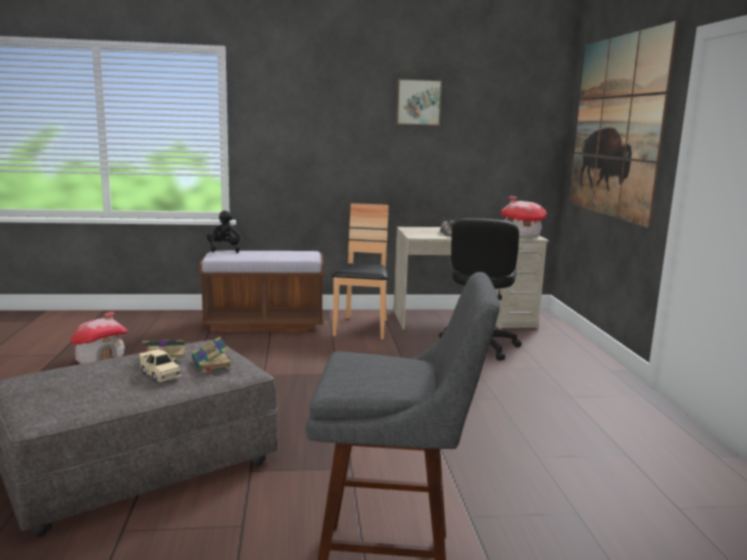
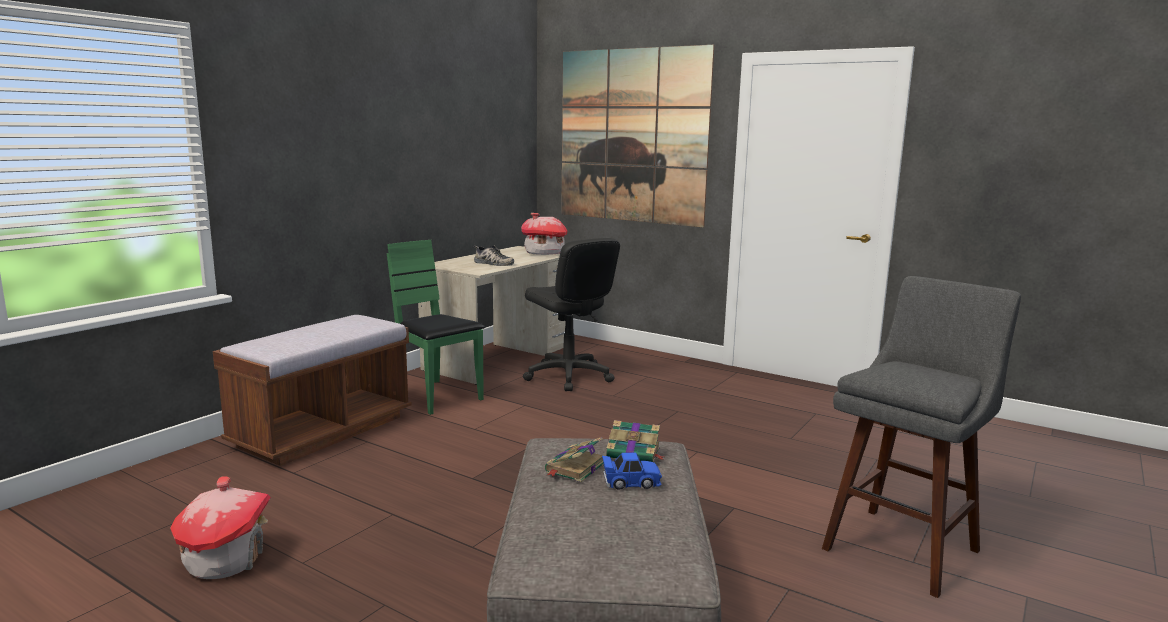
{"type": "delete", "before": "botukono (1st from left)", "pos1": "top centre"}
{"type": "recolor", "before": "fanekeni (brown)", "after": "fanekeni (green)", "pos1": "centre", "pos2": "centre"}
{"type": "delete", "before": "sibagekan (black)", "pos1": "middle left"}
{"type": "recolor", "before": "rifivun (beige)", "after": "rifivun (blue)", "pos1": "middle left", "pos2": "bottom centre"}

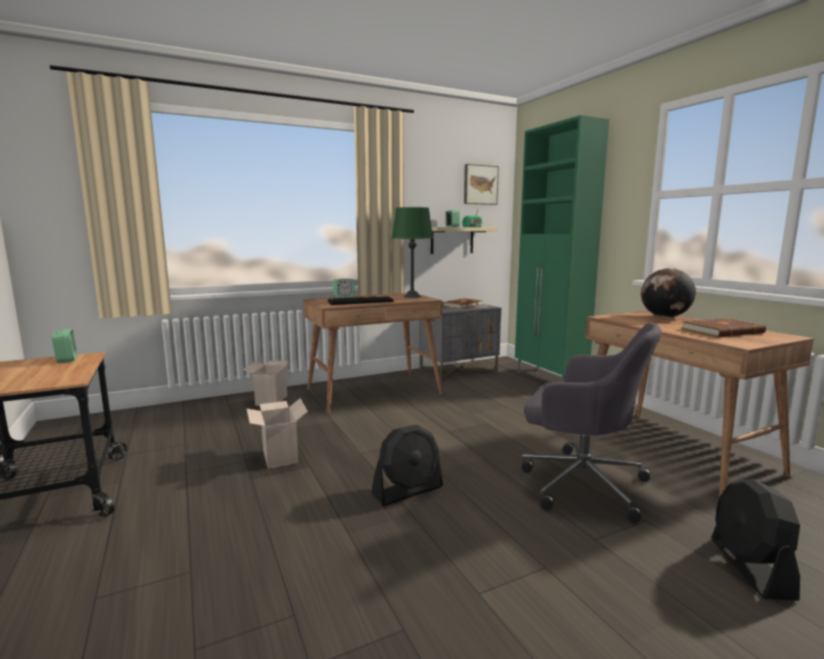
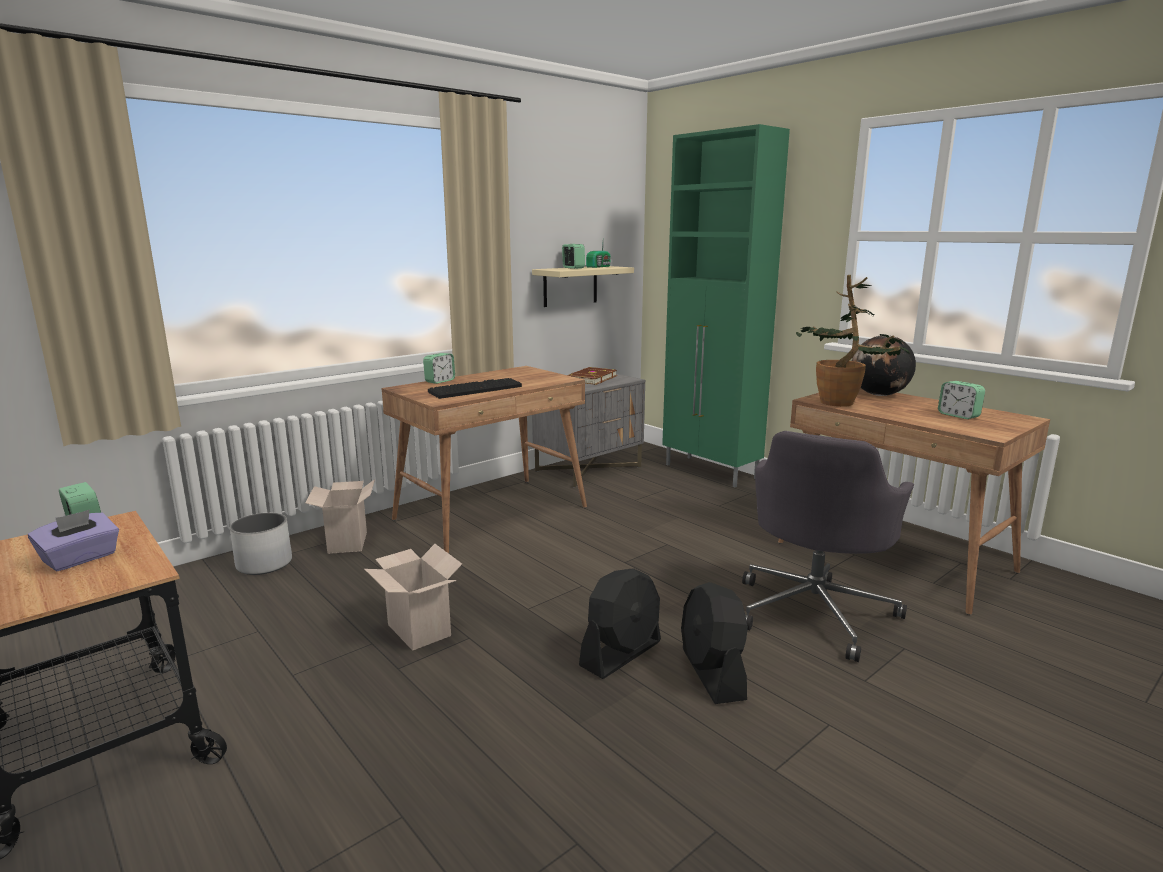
{"type": "delete", "before": "botukono", "pos1": "top centre"}
{"type": "delete", "before": "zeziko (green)", "pos1": "centre"}
{"type": "replace", "before": "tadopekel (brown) (2nd from left)", "after": "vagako (4th from left)", "pos1": "middle right", "pos2": "middle right"}
{"type": "rotate", "before": "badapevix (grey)", "pos1": "middle right", "pos2": "middle right", "turn": 105}
{"type": "move", "before": "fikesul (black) (2nd from left)", "pos1": "bottom right", "pos2": "bottom centre"}
{"type": "insert", "after": "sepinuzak", "pos2": "middle right"}
{"type": "insert", "after": "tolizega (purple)", "pos2": "middle left"}
{"type": "insert", "after": "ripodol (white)", "pos2": "middle left"}

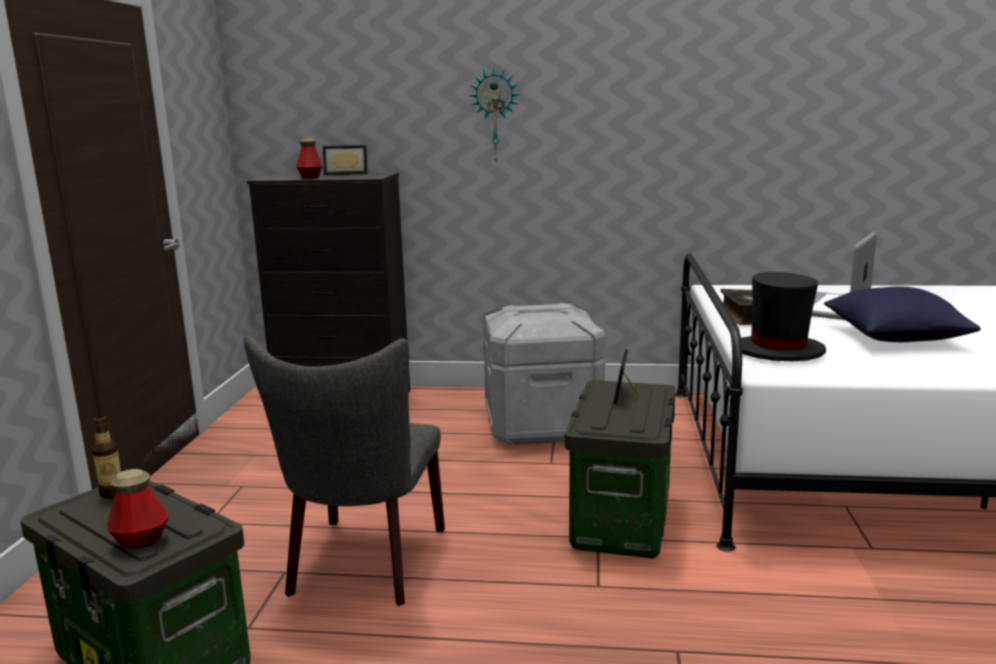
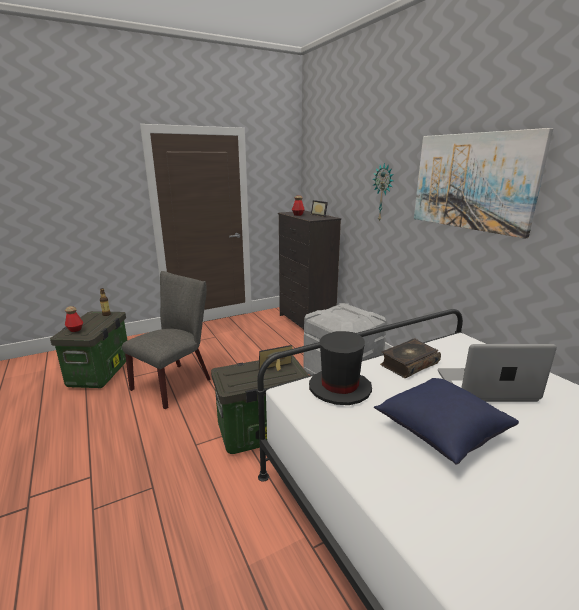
{"type": "rotate", "before": "fanekeni (grey)", "pos1": "bottom centre", "pos2": "middle left", "turn": 150}
{"type": "insert", "after": "botukono", "pos2": "top right"}

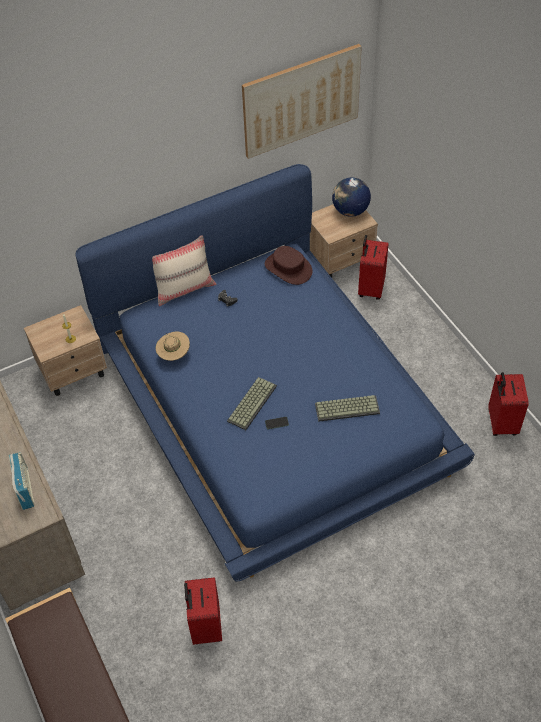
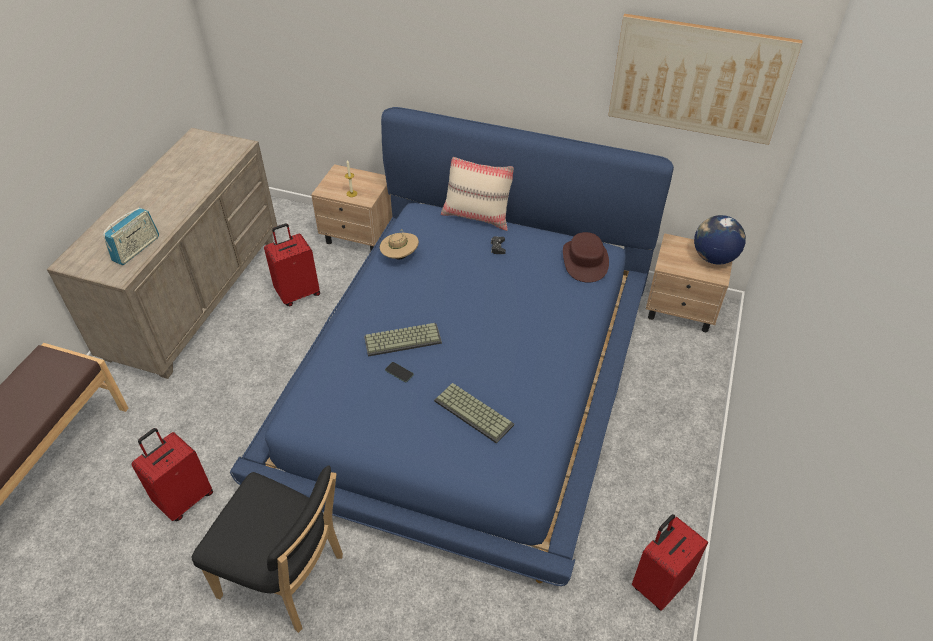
{"type": "move", "before": "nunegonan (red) (2nd from left)", "pos1": "middle right", "pos2": "middle left"}
{"type": "insert", "after": "fanekeni (black)", "pos2": "bottom left"}

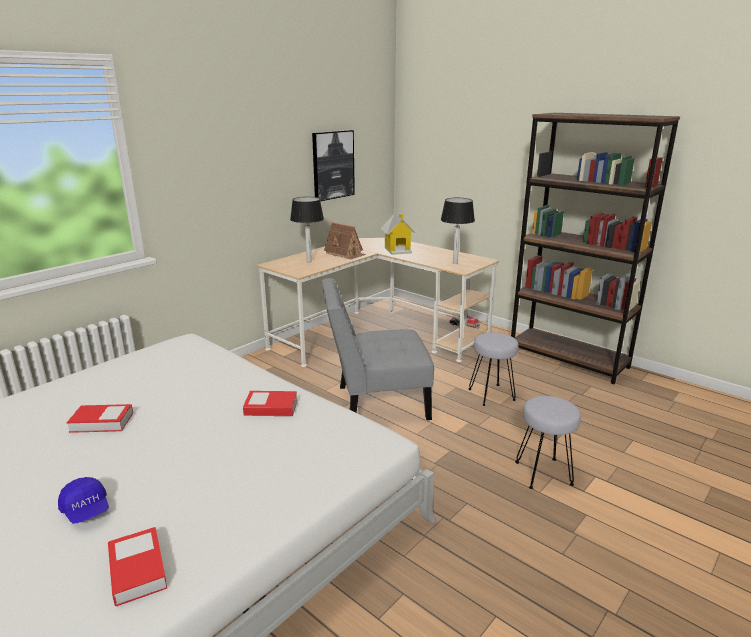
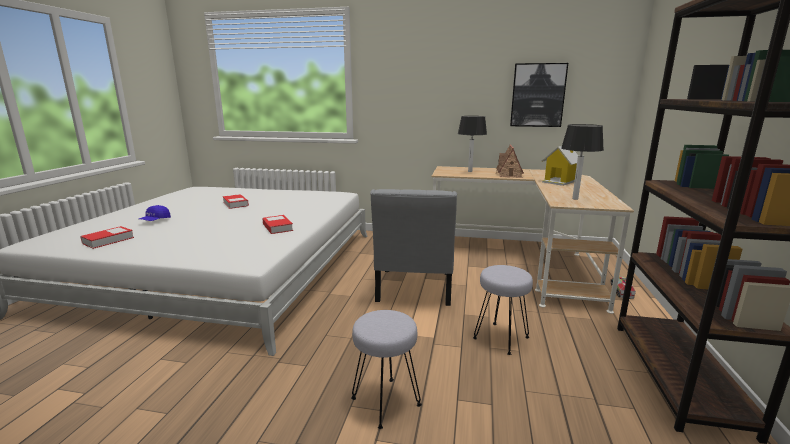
{"type": "rotate", "before": "fanekeni (grey)", "pos1": "centre", "pos2": "centre", "turn": -135}

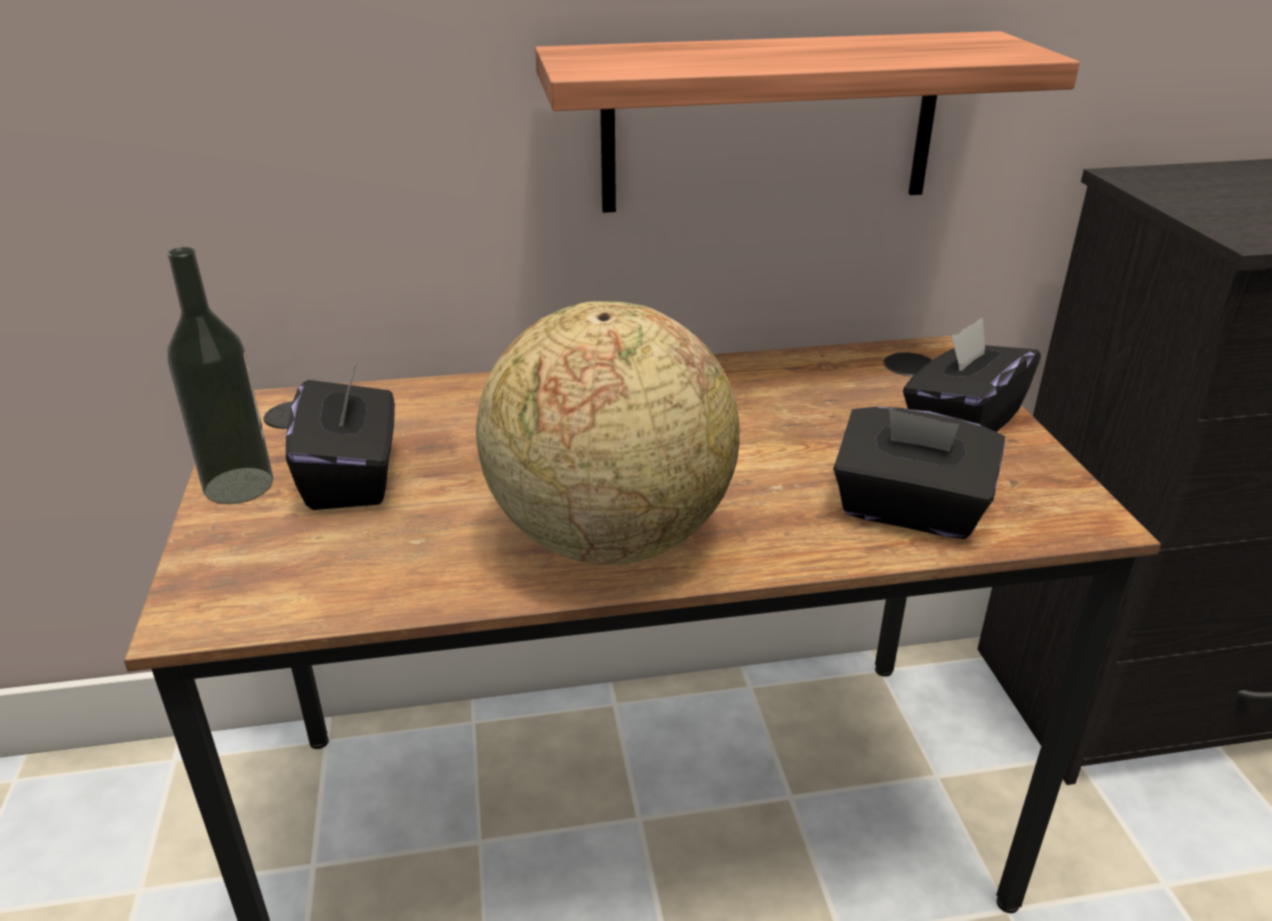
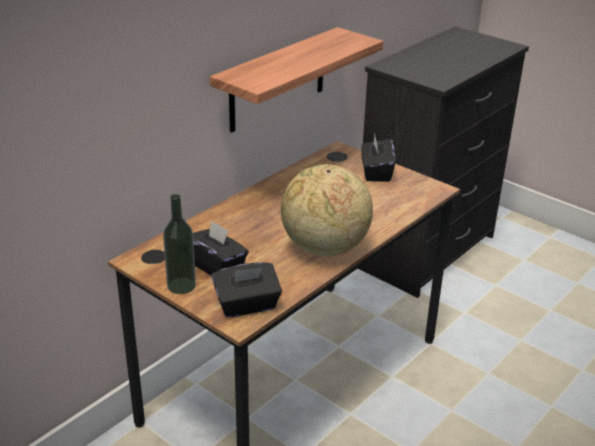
{"type": "move", "before": "tolizega (black) (2nd from left)", "pos1": "middle right", "pos2": "centre"}

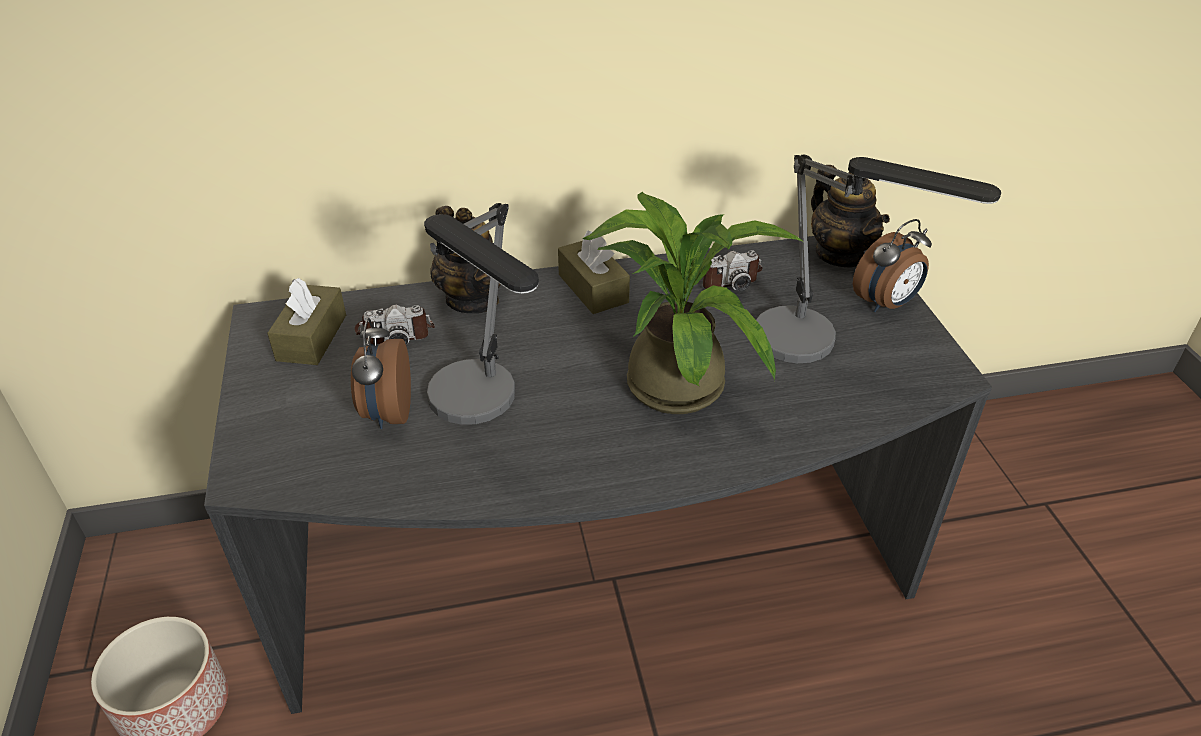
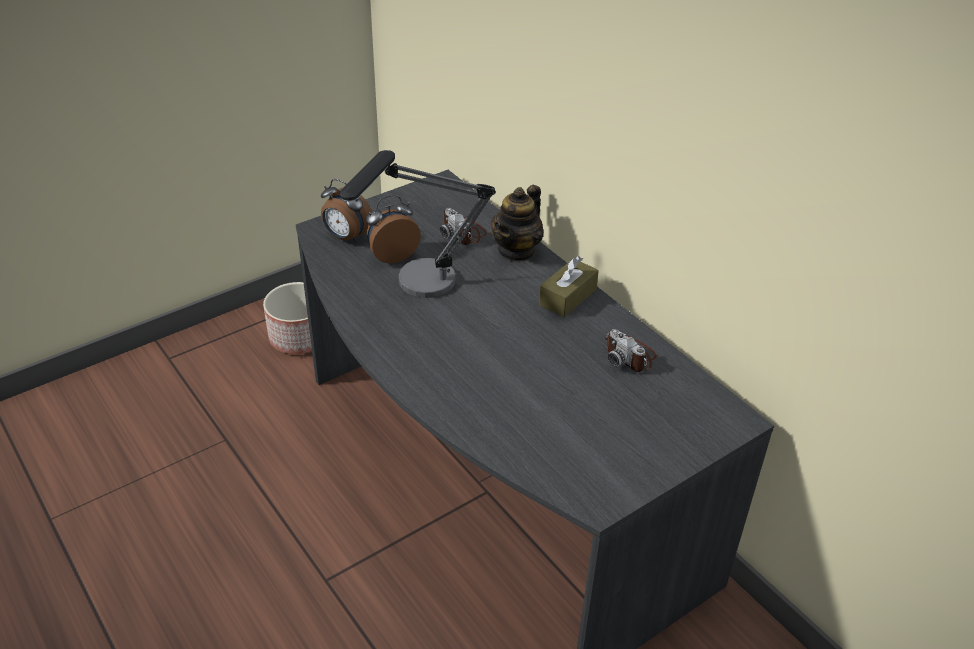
{"type": "delete", "before": "zeziko (2nd from left)", "pos1": "middle right"}
{"type": "delete", "before": "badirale (2nd from left)", "pos1": "top right"}
{"type": "delete", "before": "sepinuzak", "pos1": "centre"}
{"type": "move", "before": "vagako (2nd from left in the first image)", "after": "vagako (1st from left)", "pos1": "middle right", "pos2": "top centre"}
{"type": "delete", "before": "tolizega (brown) (1st from left)", "pos1": "middle left"}

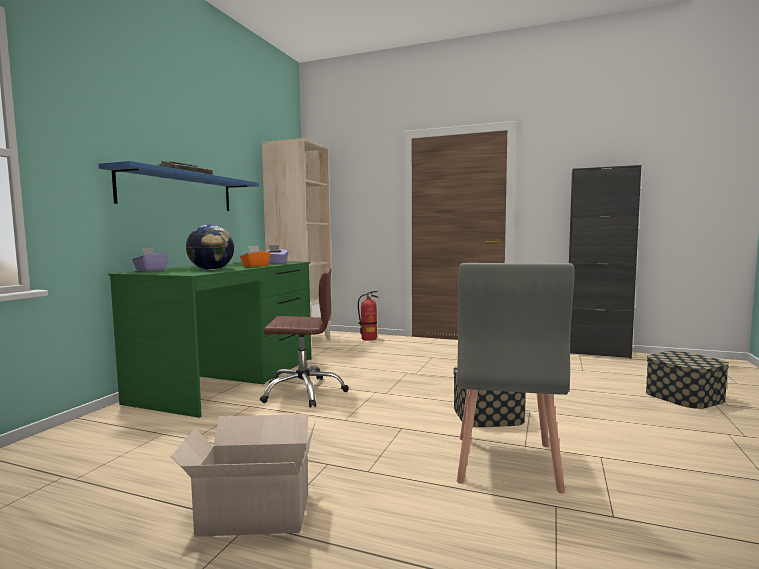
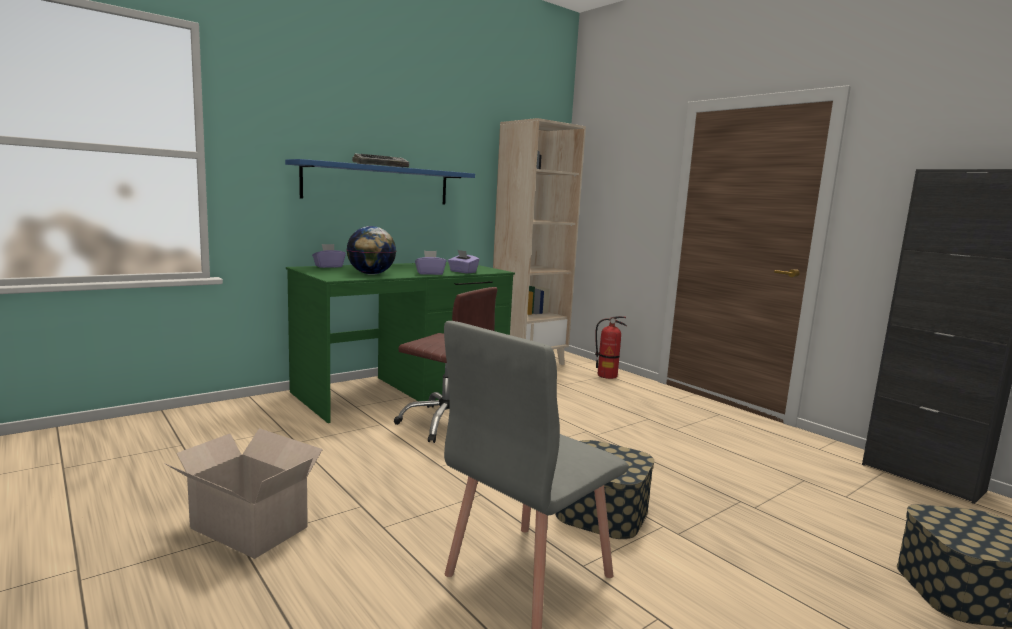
{"type": "recolor", "before": "tolizega (orange)", "after": "tolizega (purple) (2nd from left)", "pos1": "centre", "pos2": "centre"}

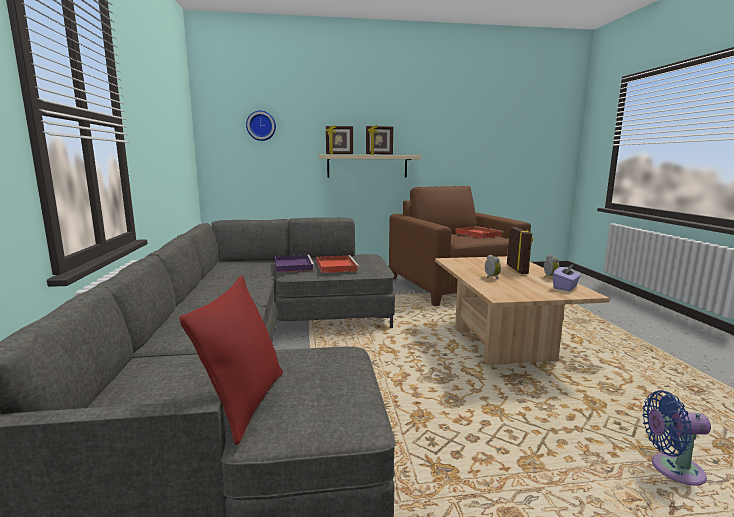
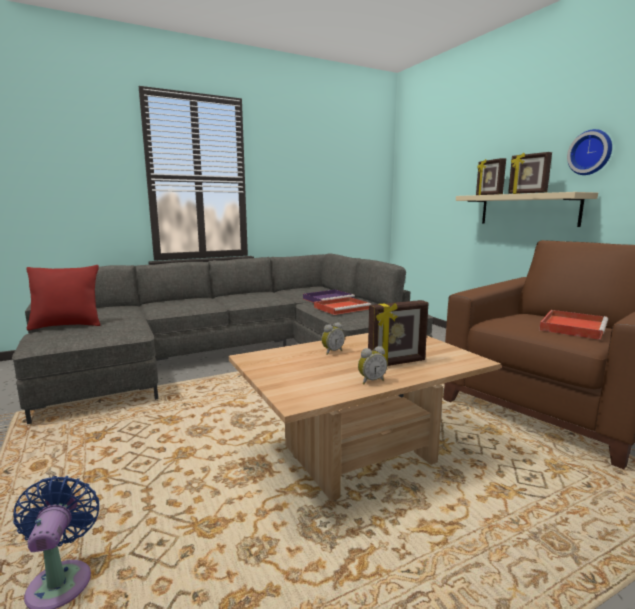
{"type": "move", "before": "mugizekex", "pos1": "top centre", "pos2": "top right"}
{"type": "delete", "before": "tolizega (purple)", "pos1": "middle right"}

